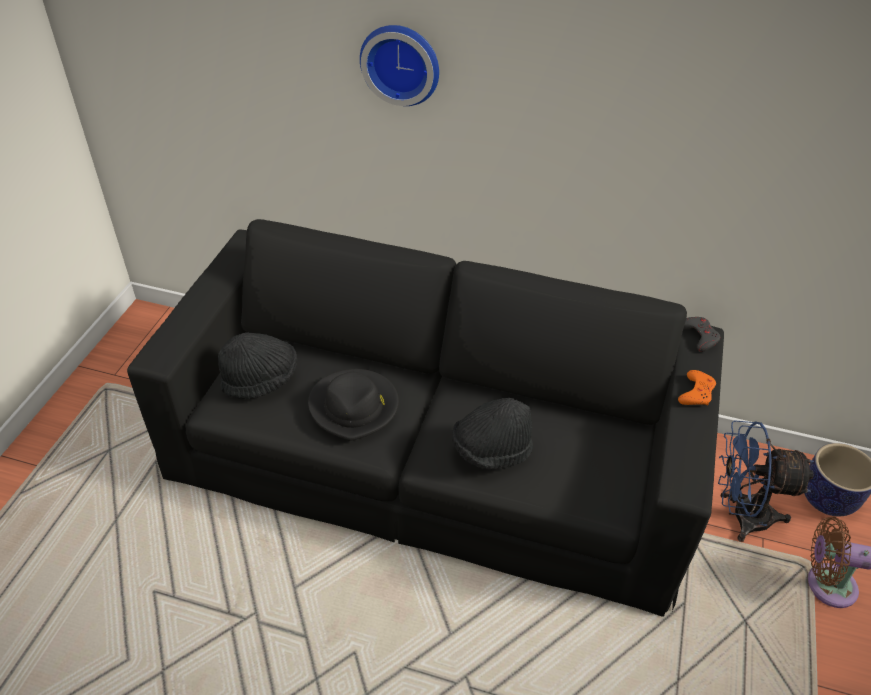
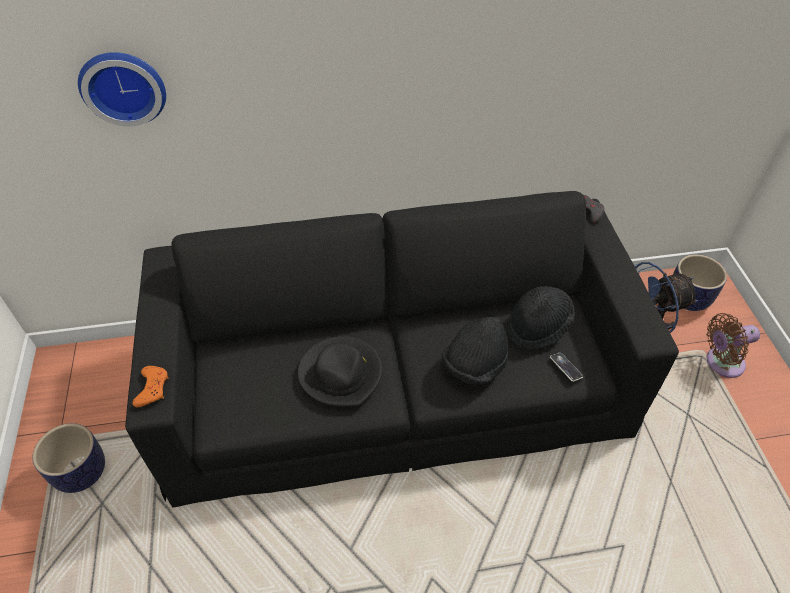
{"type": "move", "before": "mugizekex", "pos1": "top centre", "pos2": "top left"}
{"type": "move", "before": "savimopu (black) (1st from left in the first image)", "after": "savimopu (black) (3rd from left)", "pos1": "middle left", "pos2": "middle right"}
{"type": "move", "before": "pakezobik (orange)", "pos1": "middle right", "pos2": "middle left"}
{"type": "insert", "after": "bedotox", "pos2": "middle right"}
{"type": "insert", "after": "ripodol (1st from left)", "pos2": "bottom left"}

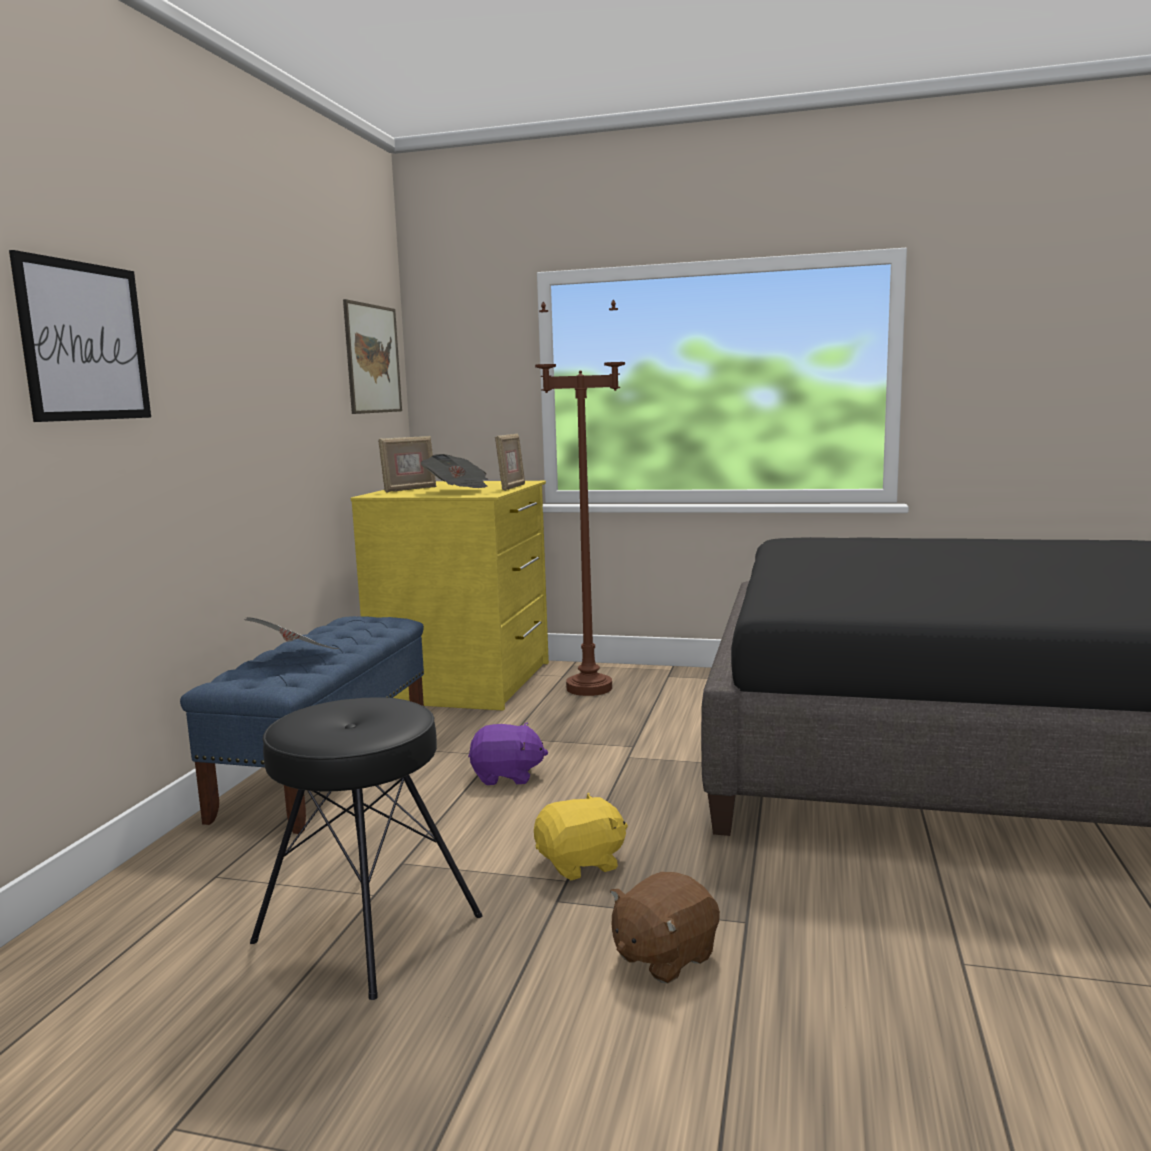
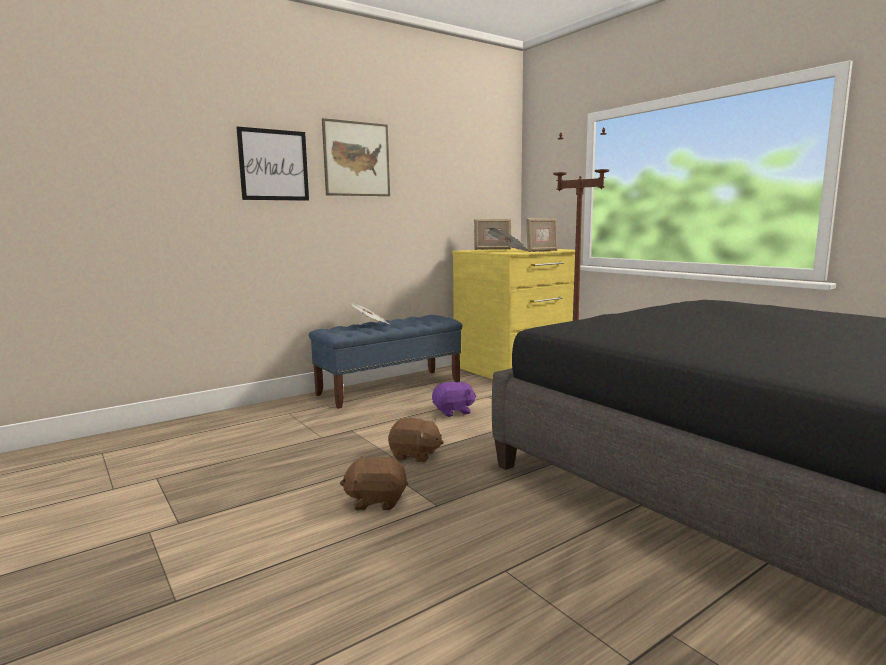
{"type": "move", "before": "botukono (2nd from left)", "pos1": "top left", "pos2": "top centre"}
{"type": "delete", "before": "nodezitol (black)", "pos1": "bottom left"}
{"type": "rotate", "before": "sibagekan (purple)", "pos1": "centre", "pos2": "centre", "turn": -60}
{"type": "recolor", "before": "sibagekan (yellow)", "after": "sibagekan (brown) (2nd from left)", "pos1": "bottom centre", "pos2": "centre"}

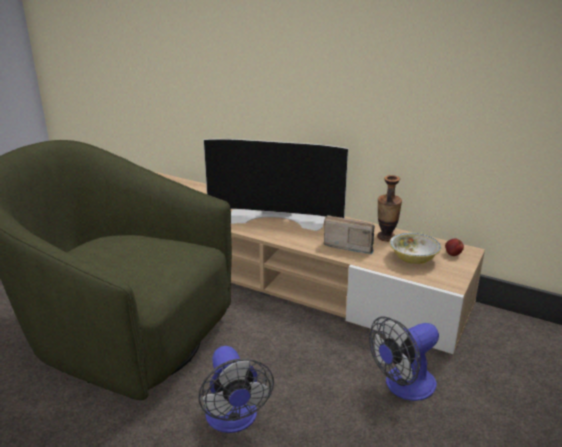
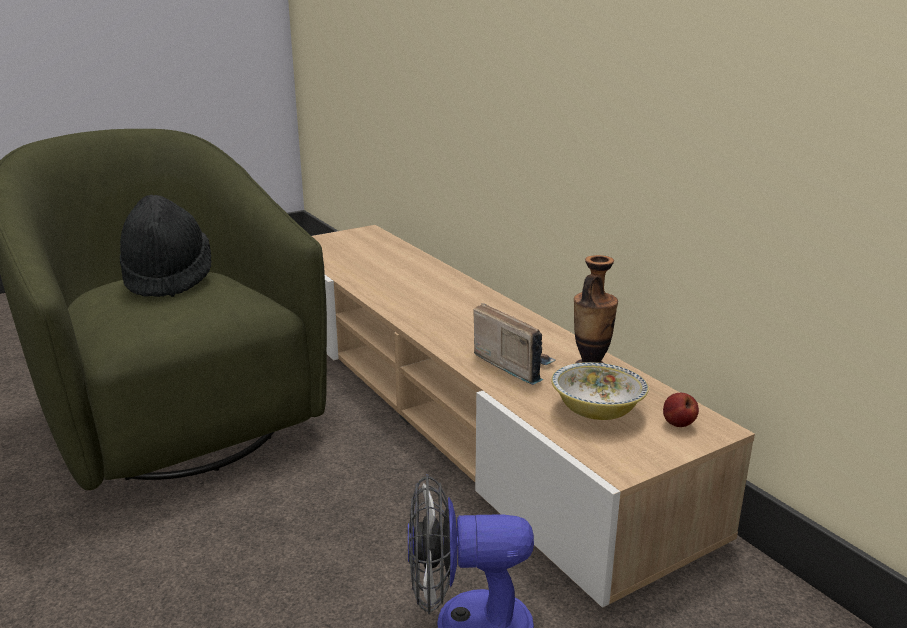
{"type": "delete", "before": "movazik", "pos1": "centre"}
{"type": "delete", "before": "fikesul (1st from left)", "pos1": "bottom centre"}
{"type": "insert", "after": "savimopu (black)", "pos2": "middle left"}

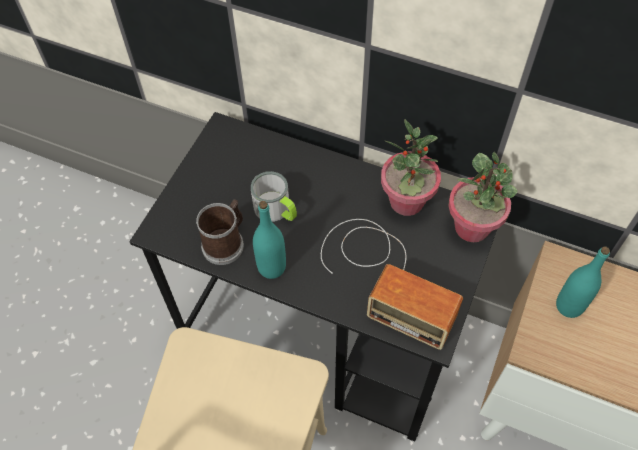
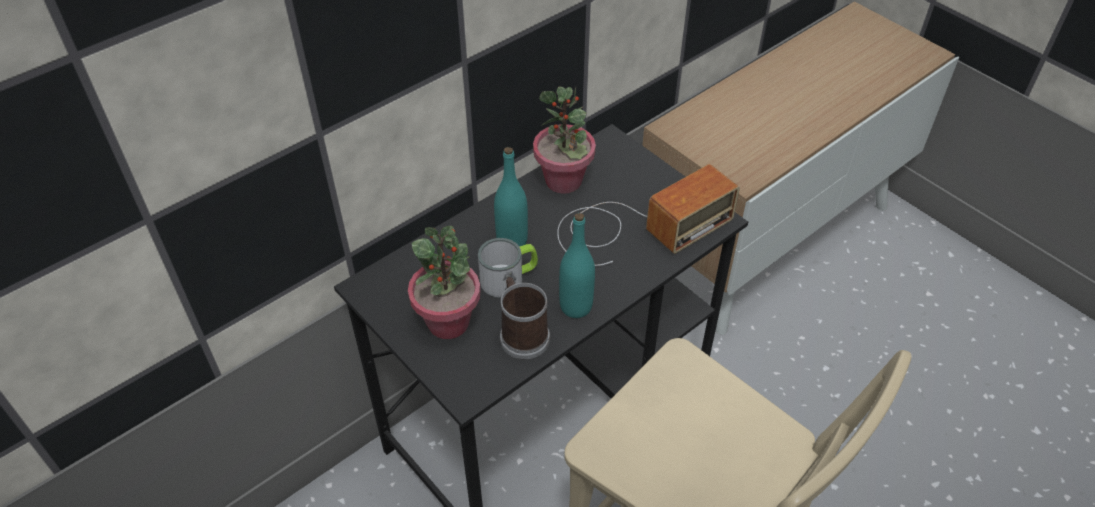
{"type": "move", "before": "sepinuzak (2nd from left in the first image)", "after": "sepinuzak (1st from left)", "pos1": "middle right", "pos2": "centre"}
{"type": "move", "before": "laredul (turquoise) (2nd from left in the first image)", "after": "laredul (turquoise) (1st from left)", "pos1": "middle right", "pos2": "centre"}

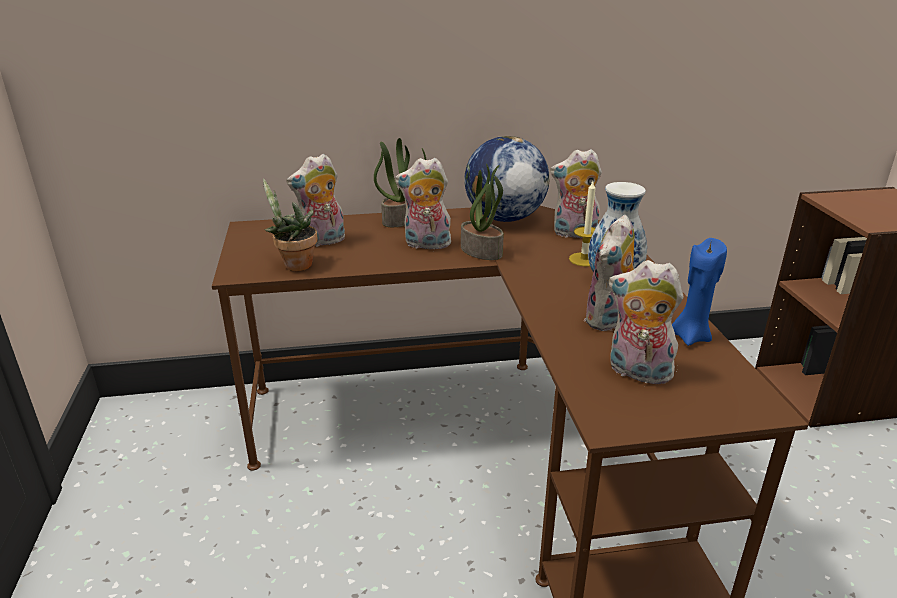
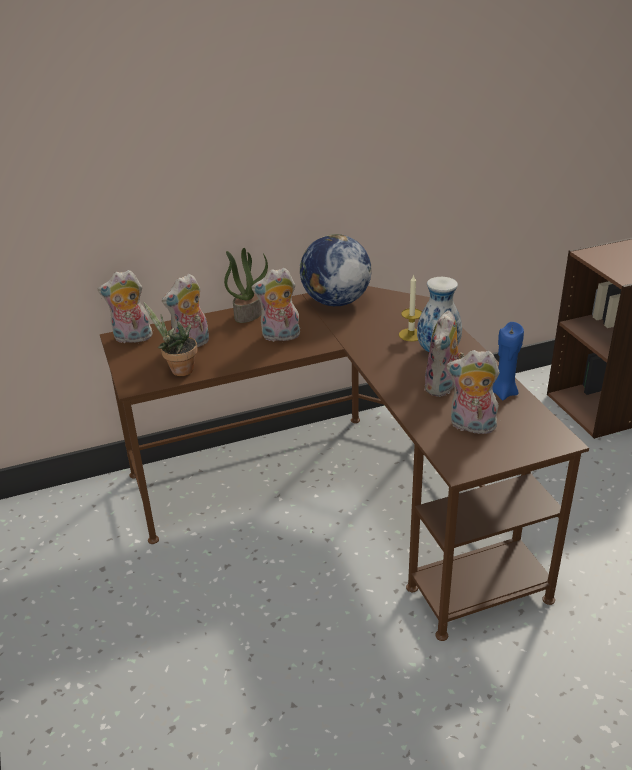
{"type": "move", "before": "sibagekan (3rd from left in the first image)", "after": "sibagekan (1st from left)", "pos1": "top centre", "pos2": "middle left"}
{"type": "delete", "before": "sepinuzak (3rd from left)", "pos1": "centre"}

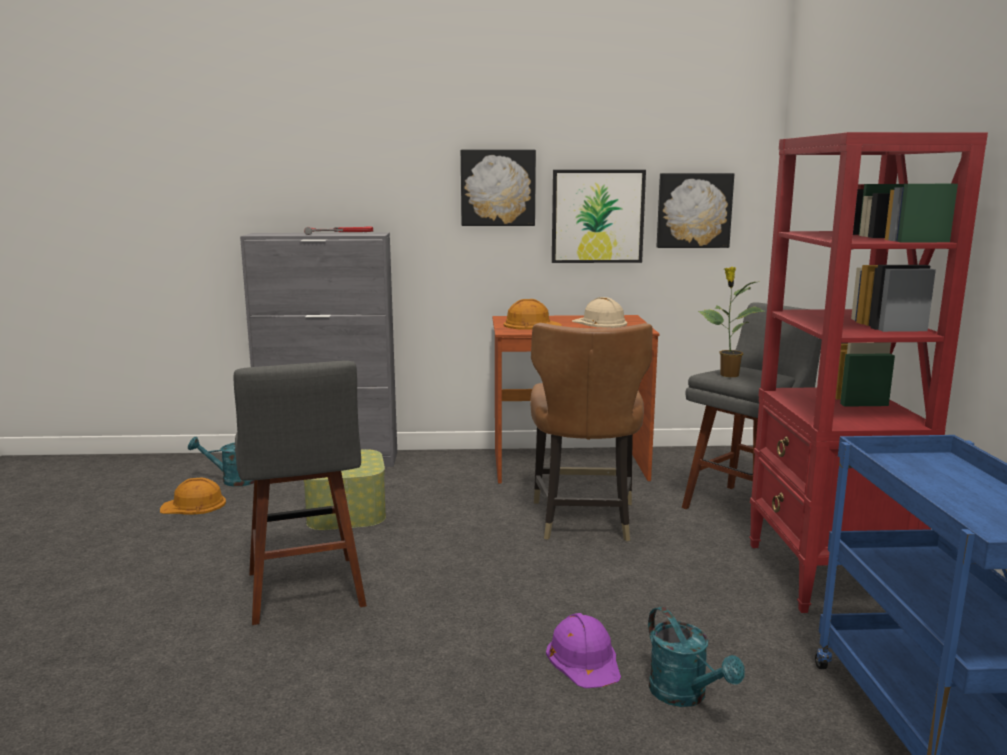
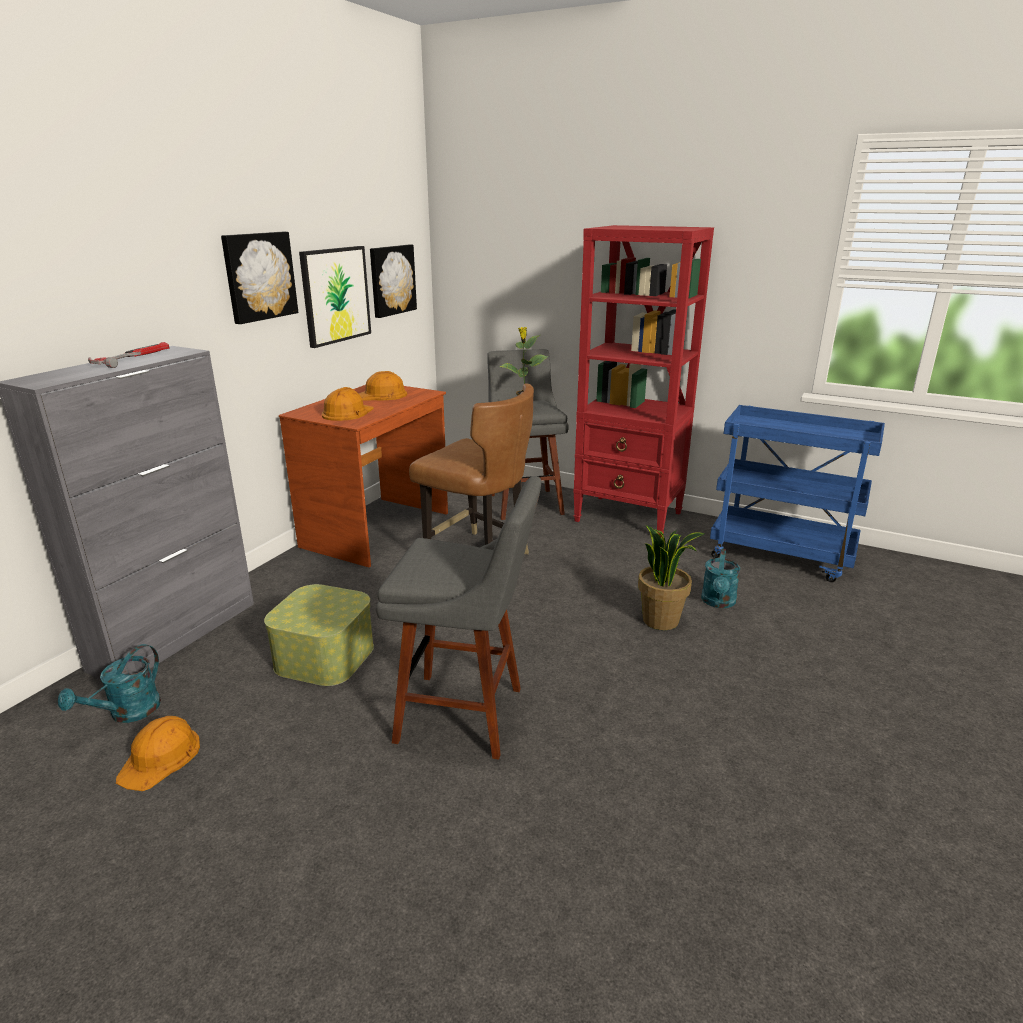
{"type": "recolor", "before": "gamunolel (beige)", "after": "gamunolel (orange) (3rd from left)", "pos1": "centre", "pos2": "centre"}
{"type": "rotate", "before": "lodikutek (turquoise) (2nd from left)", "pos1": "bottom right", "pos2": "middle right", "turn": 105}
{"type": "replace", "before": "gamunolel (purple)", "after": "sepinuzak (2nd from left)", "pos1": "bottom centre", "pos2": "centre"}

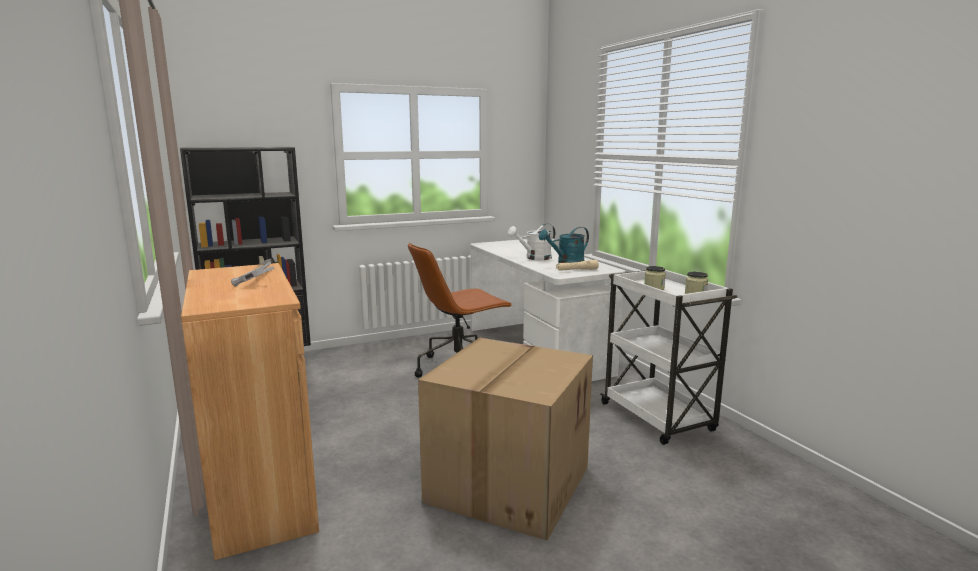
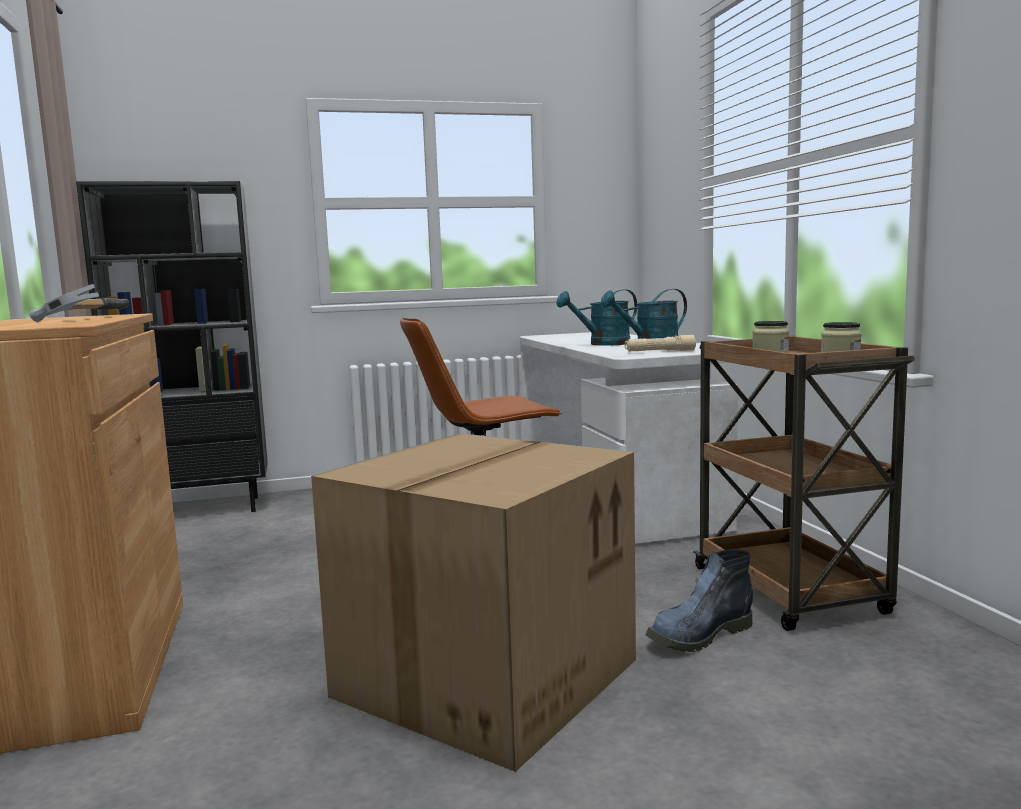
{"type": "recolor", "before": "lodikutek (white)", "after": "lodikutek (turquoise) (1st from left)", "pos1": "centre", "pos2": "centre"}
{"type": "recolor", "before": "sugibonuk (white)", "after": "sugibonuk (brown)", "pos1": "middle right", "pos2": "middle right"}
{"type": "insert", "after": "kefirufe", "pos2": "bottom right"}

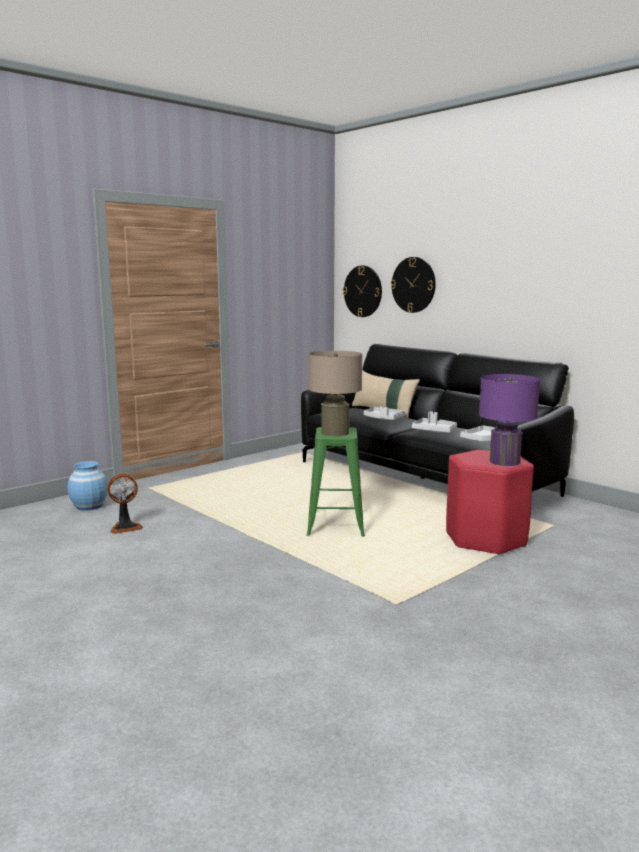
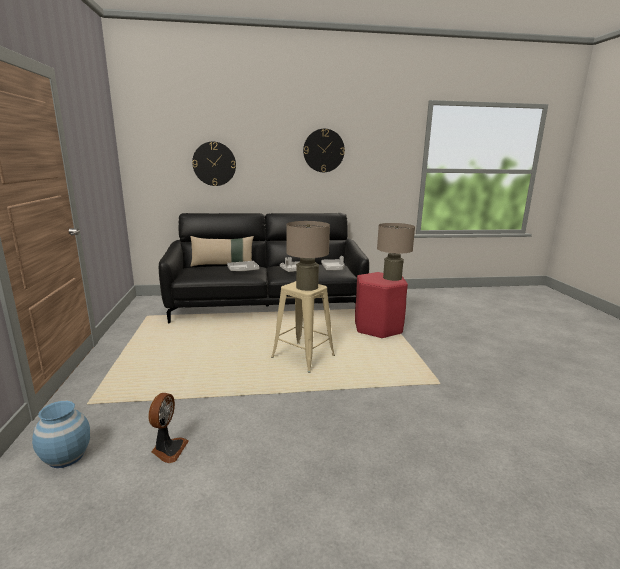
{"type": "move", "before": "mugizekex (1st from left in the first image)", "after": "mugizekex (2nd from left)", "pos1": "centre", "pos2": "top centre"}
{"type": "recolor", "before": "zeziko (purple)", "after": "zeziko (beige) (2nd from left)", "pos1": "middle right", "pos2": "centre"}
{"type": "recolor", "before": "nodezitol (green)", "after": "nodezitol (beige)", "pos1": "centre", "pos2": "centre"}

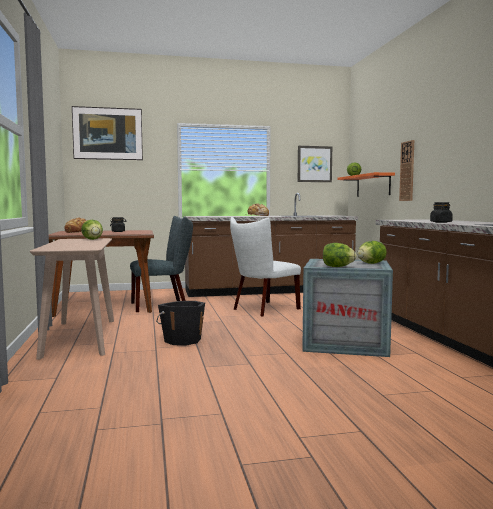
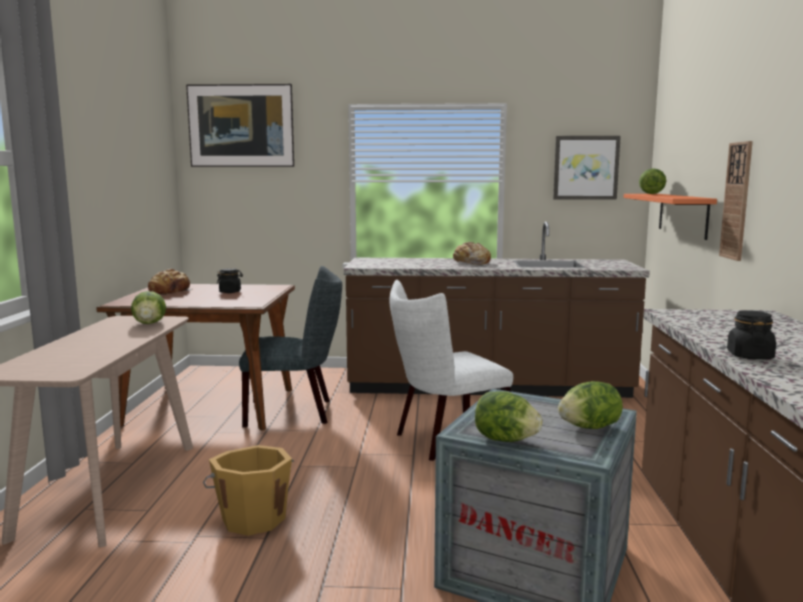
{"type": "recolor", "before": "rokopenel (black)", "after": "rokopenel (orange)", "pos1": "centre", "pos2": "bottom left"}

